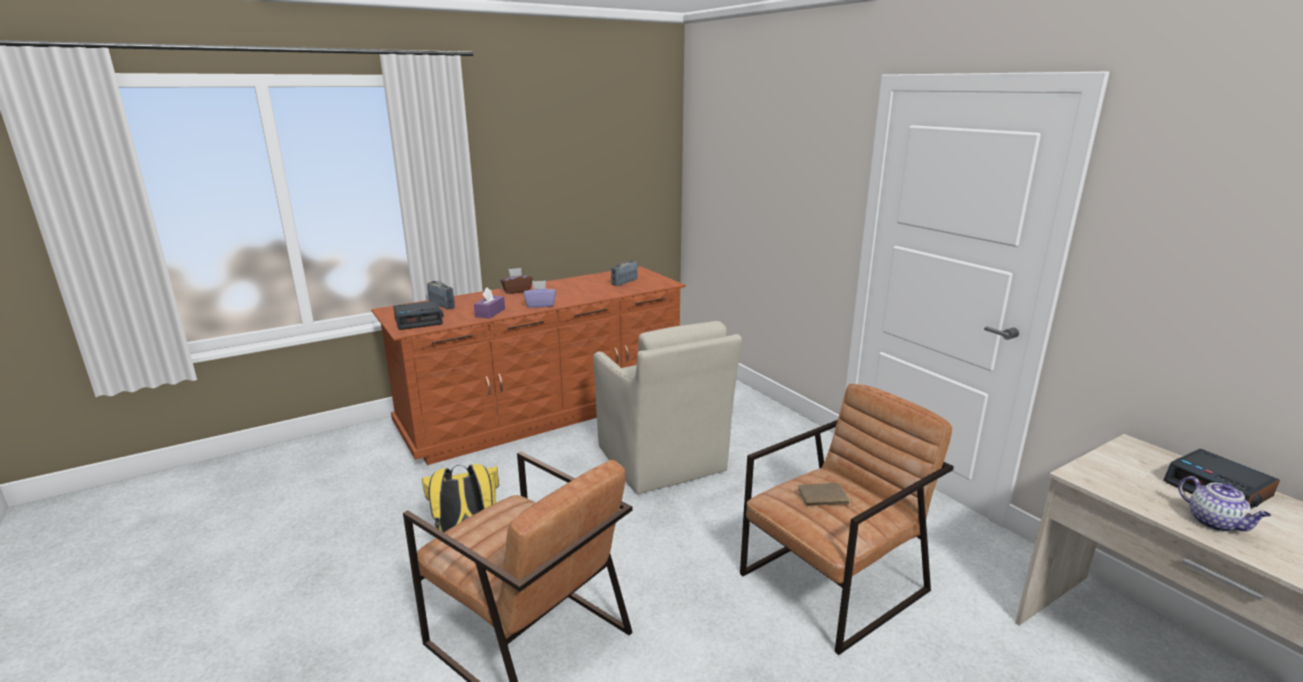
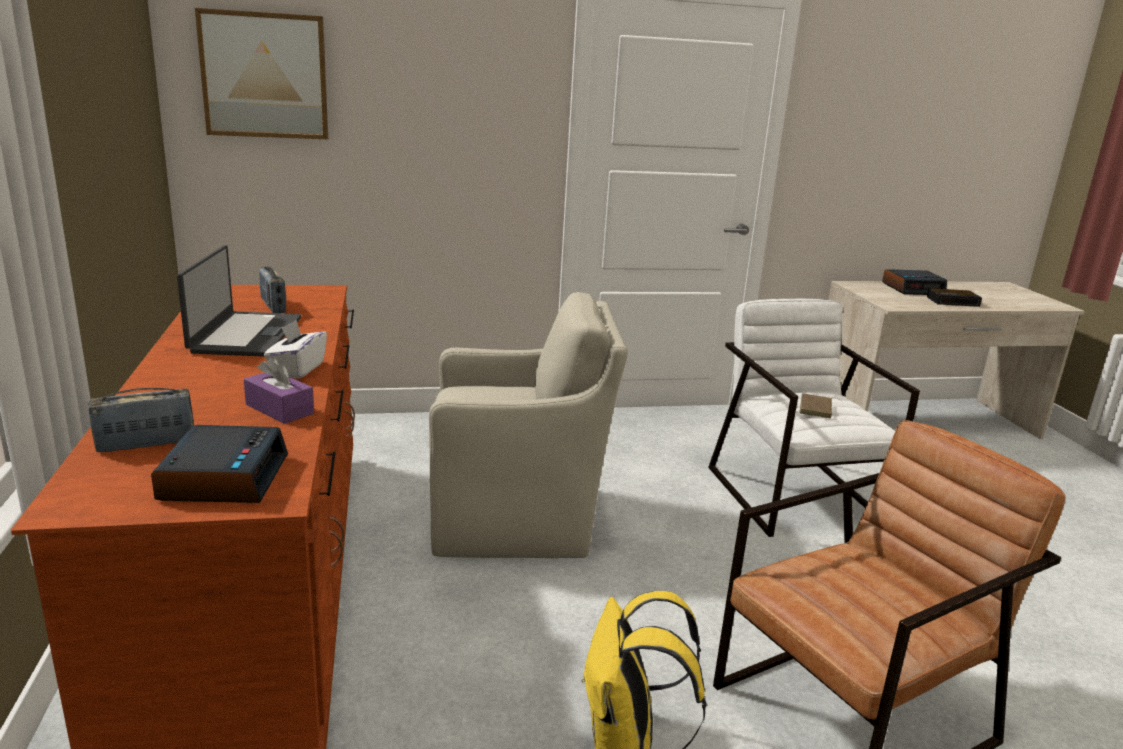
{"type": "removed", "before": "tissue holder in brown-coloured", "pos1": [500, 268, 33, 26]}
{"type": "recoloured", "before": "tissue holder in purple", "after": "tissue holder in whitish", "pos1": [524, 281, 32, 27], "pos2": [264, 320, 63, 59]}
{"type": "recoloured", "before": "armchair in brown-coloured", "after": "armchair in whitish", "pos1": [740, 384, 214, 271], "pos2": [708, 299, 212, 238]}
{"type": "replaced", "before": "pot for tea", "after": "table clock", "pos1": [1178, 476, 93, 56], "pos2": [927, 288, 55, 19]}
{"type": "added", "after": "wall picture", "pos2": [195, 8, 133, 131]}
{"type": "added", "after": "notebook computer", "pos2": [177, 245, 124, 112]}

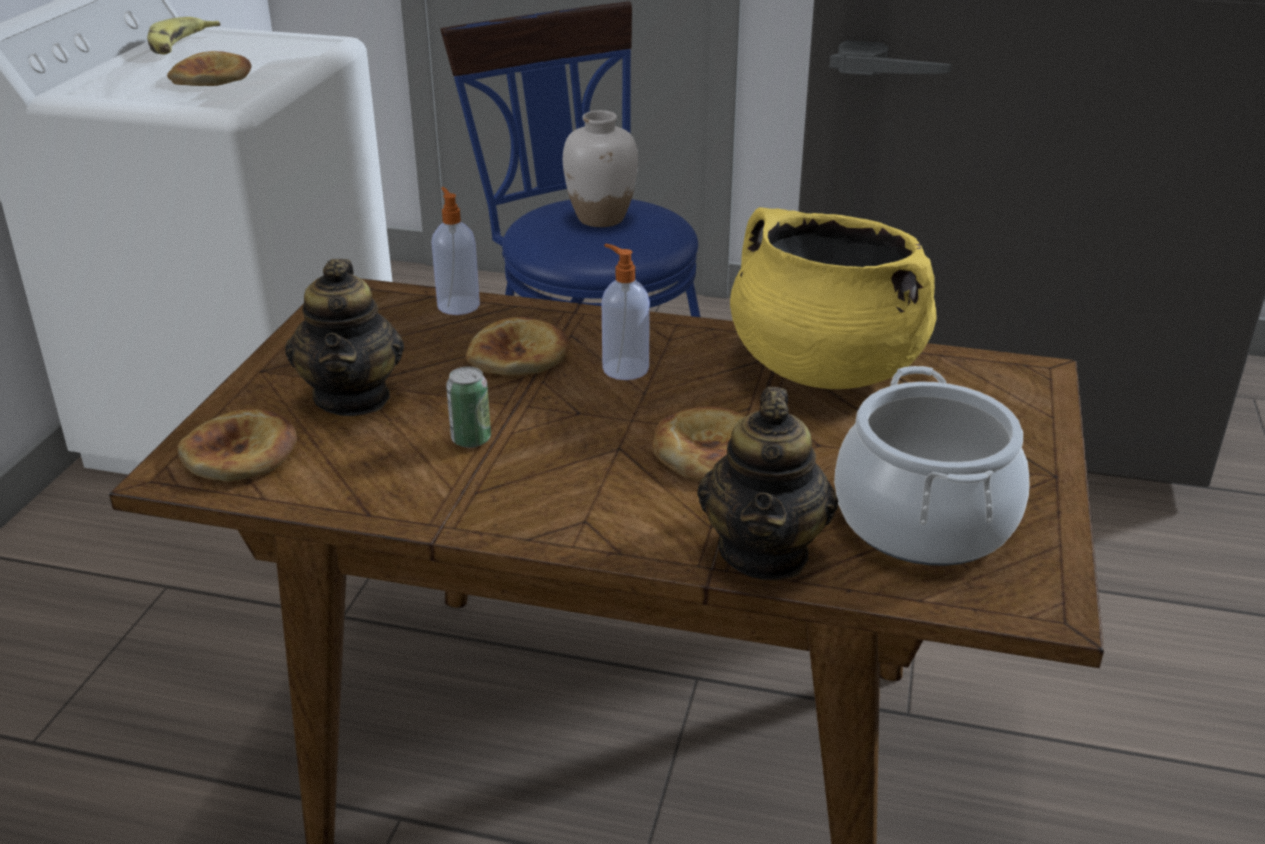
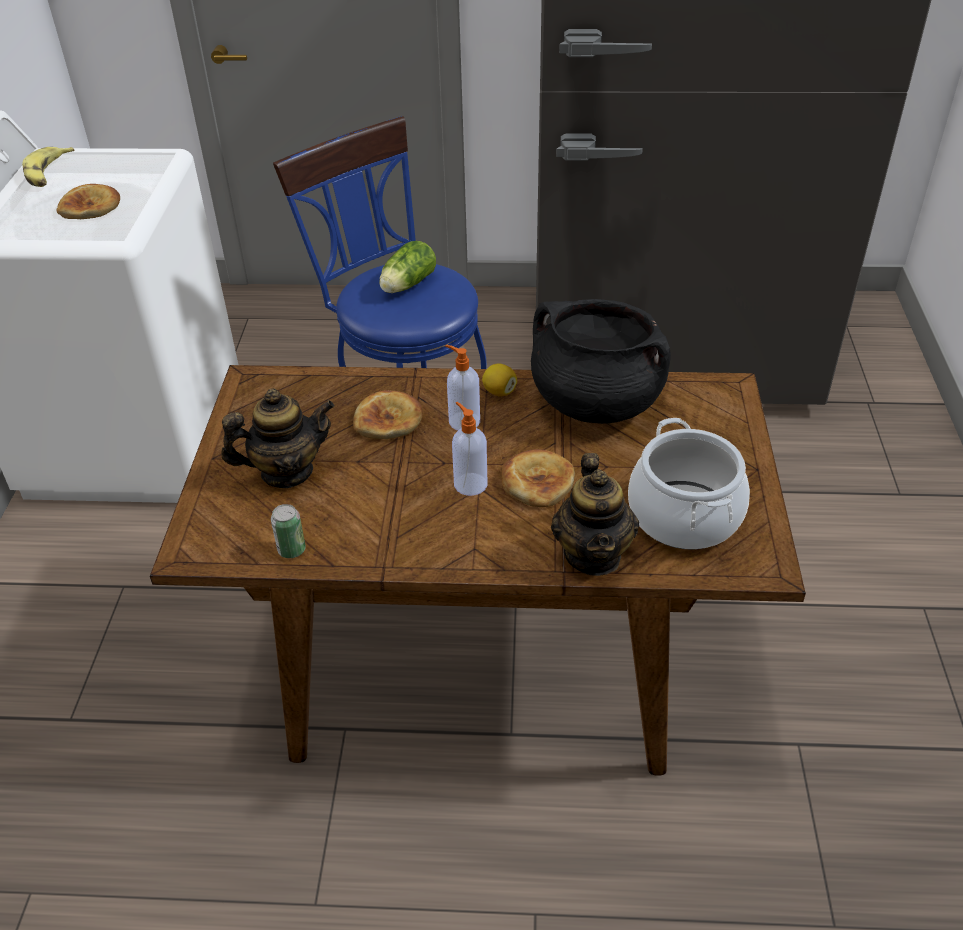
{"type": "replaced", "before": "vase in whitish", "after": "head of lettuce", "pos1": [563, 110, 75, 117], "pos2": [379, 241, 57, 52]}
{"type": "moved", "before": "soap bottle", "pos1": [431, 187, 49, 128], "pos2": [452, 402, 36, 94]}
{"type": "recoloured", "before": "stockpot in yellow-coloured", "after": "stockpot in black-coloured", "pos1": [730, 207, 207, 182], "pos2": [531, 299, 140, 125]}
{"type": "turned", "before": "pot for tea", "pos1": [285, 259, 119, 157], "pos2": [221, 388, 113, 100], "turn": -90}
{"type": "moved", "before": "sealed can", "pos1": [446, 366, 45, 82], "pos2": [271, 504, 35, 54]}
{"type": "removed", "before": "baked bread", "pos1": [178, 409, 119, 73]}
{"type": "added", "after": "citrus fruit", "pos2": [482, 364, 35, 33]}

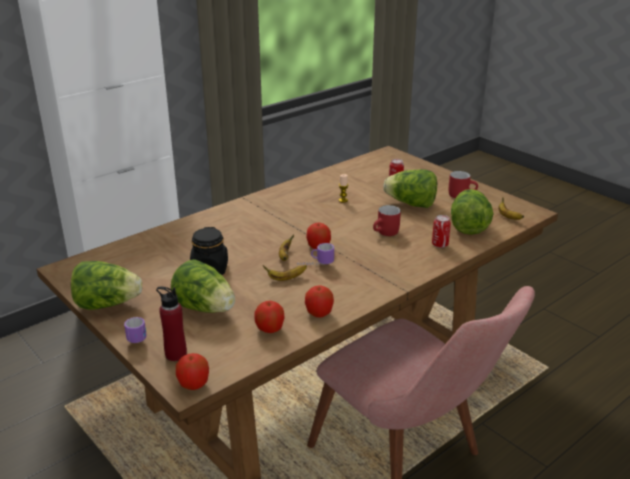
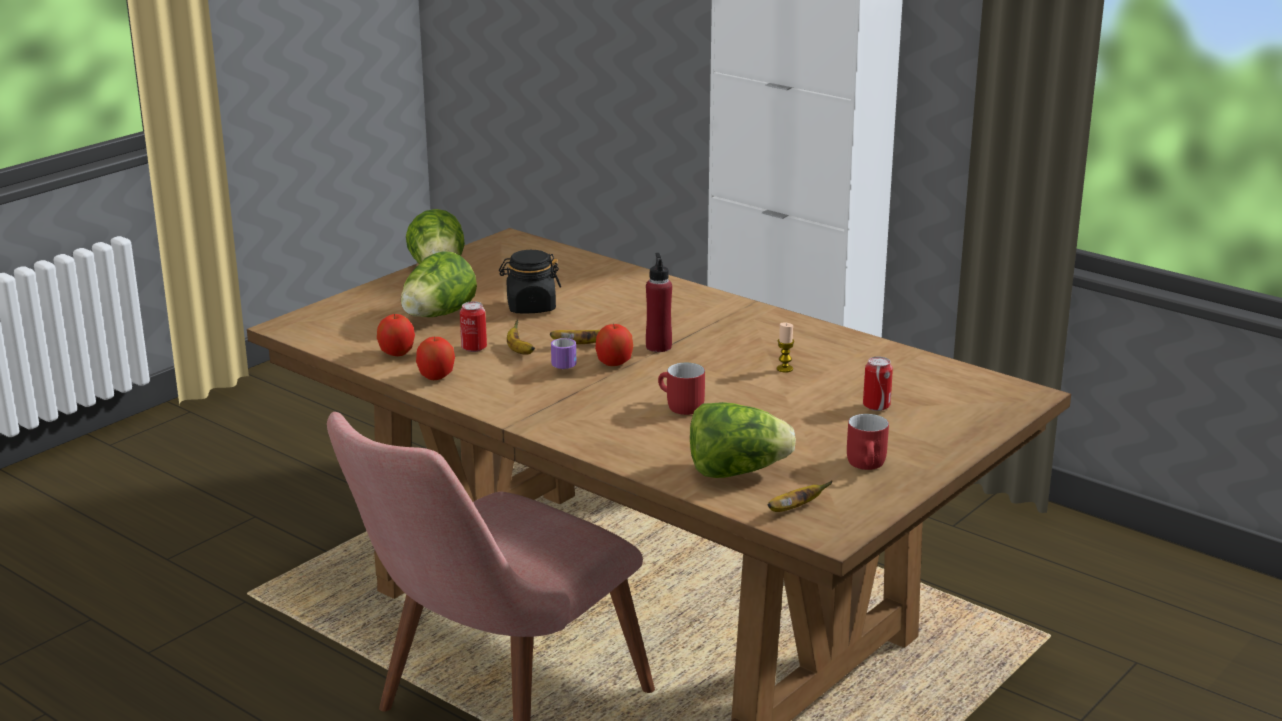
{"type": "removed", "before": "head of lettuce", "pos1": [383, 169, 54, 39]}
{"type": "moved", "before": "sealed can", "pos1": [432, 215, 19, 33], "pos2": [460, 301, 27, 51]}
{"type": "moved", "before": "beverage bottle in reddish", "pos1": [156, 287, 31, 74], "pos2": [646, 253, 26, 99]}
{"type": "removed", "before": "mug", "pos1": [124, 317, 23, 26]}
{"type": "removed", "before": "apple fruit", "pos1": [176, 353, 33, 37]}

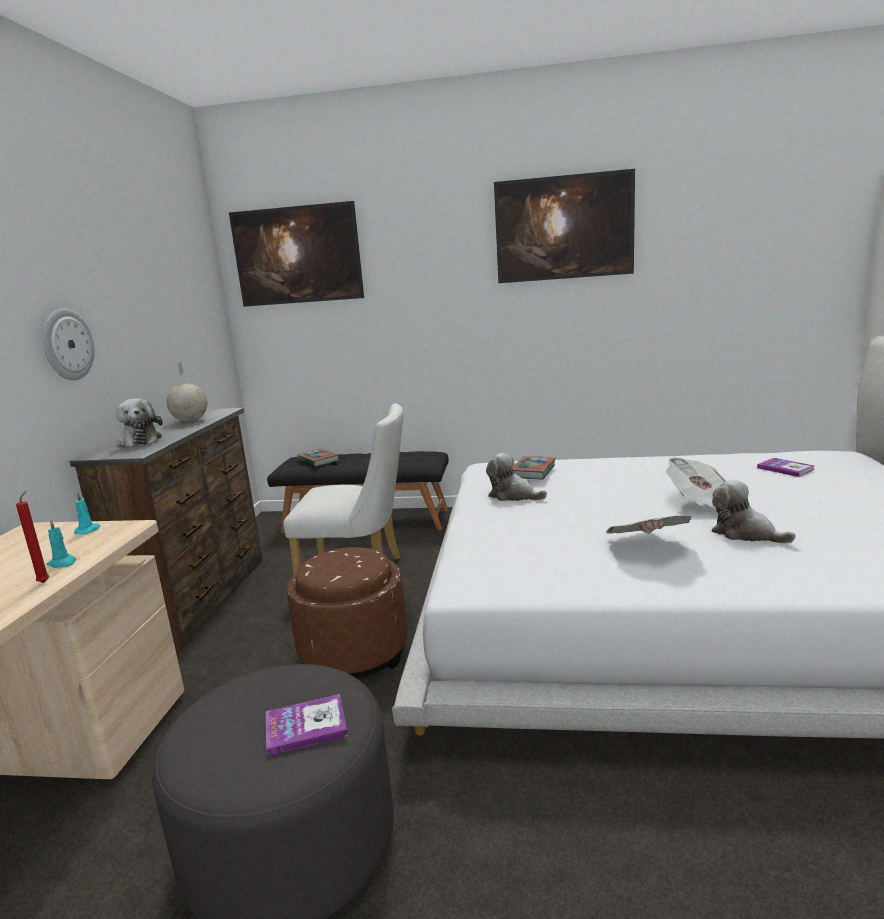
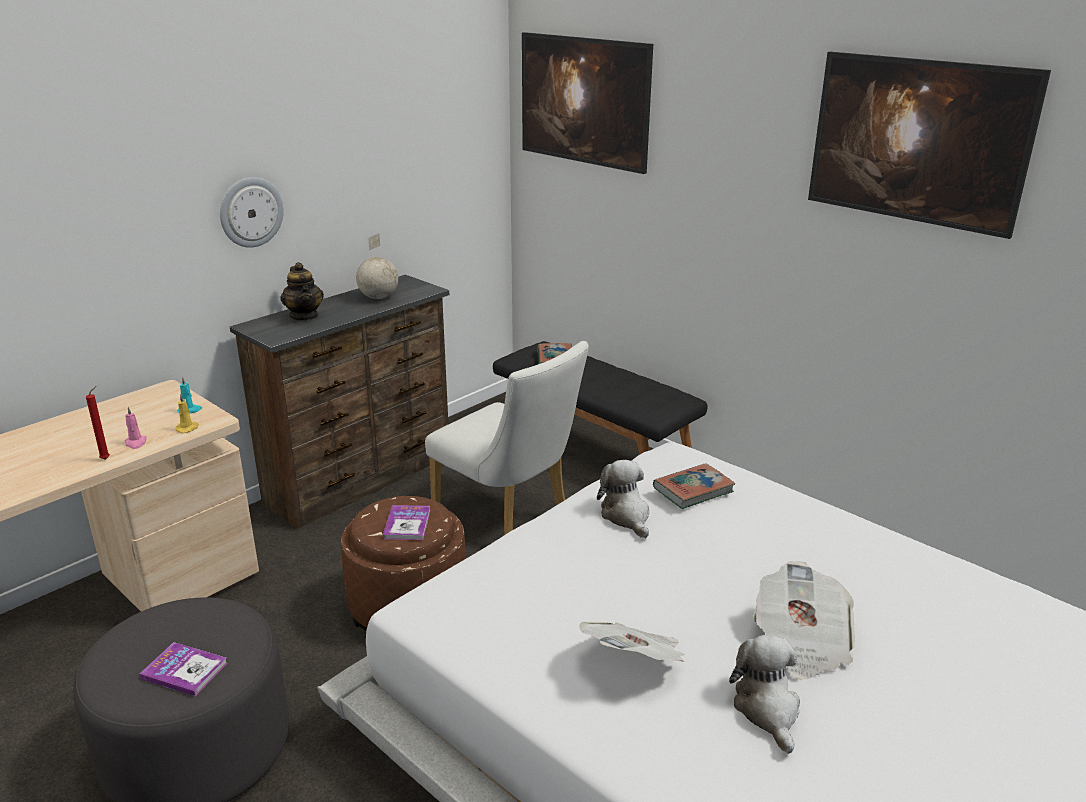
{"type": "replaced", "before": "soft toy", "after": "pot for tea", "pos1": [115, 399, 47, 48], "pos2": [280, 262, 44, 59]}
{"type": "moved", "before": "bound book", "pos1": [757, 458, 58, 19], "pos2": [383, 505, 48, 35]}
{"type": "recoloured", "before": "wax light in turquoise-coloured", "after": "wax light in pinkish", "pos1": [46, 520, 30, 48], "pos2": [125, 407, 22, 42]}
{"type": "added", "after": "wax light in yellow-coloured", "pos2": [175, 394, 24, 39]}

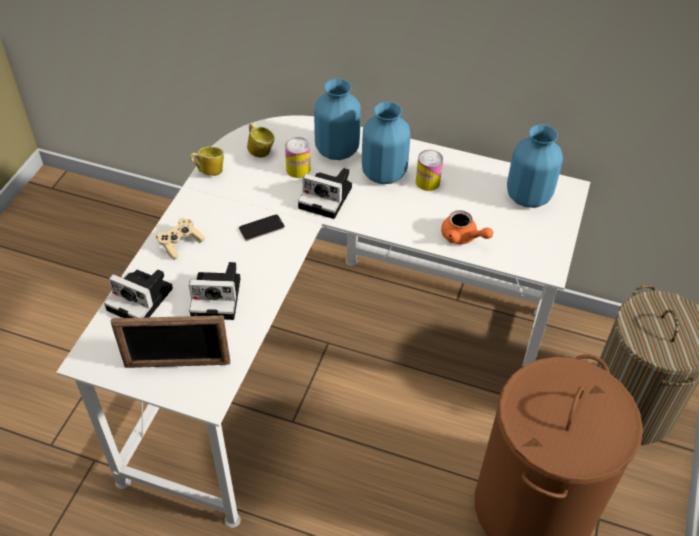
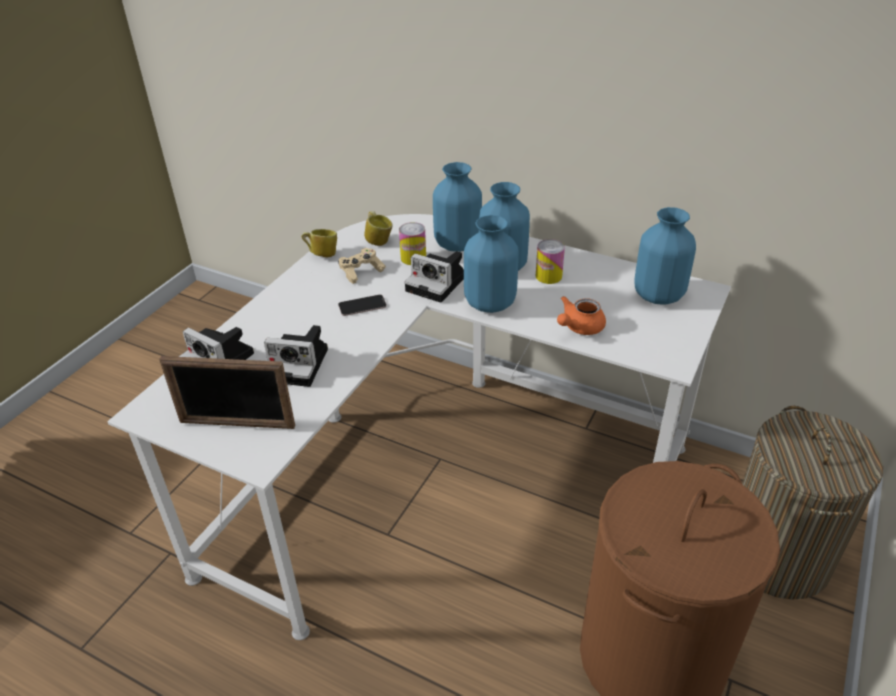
{"type": "turned", "before": "pot for tea in orange-coloured", "pos1": [441, 210, 52, 34], "pos2": [557, 296, 49, 39], "turn": 90}
{"type": "moved", "before": "gamepad in beige-coloured", "pos1": [156, 218, 49, 42], "pos2": [338, 248, 48, 36]}
{"type": "added", "after": "vase in blue", "pos2": [464, 215, 55, 98]}

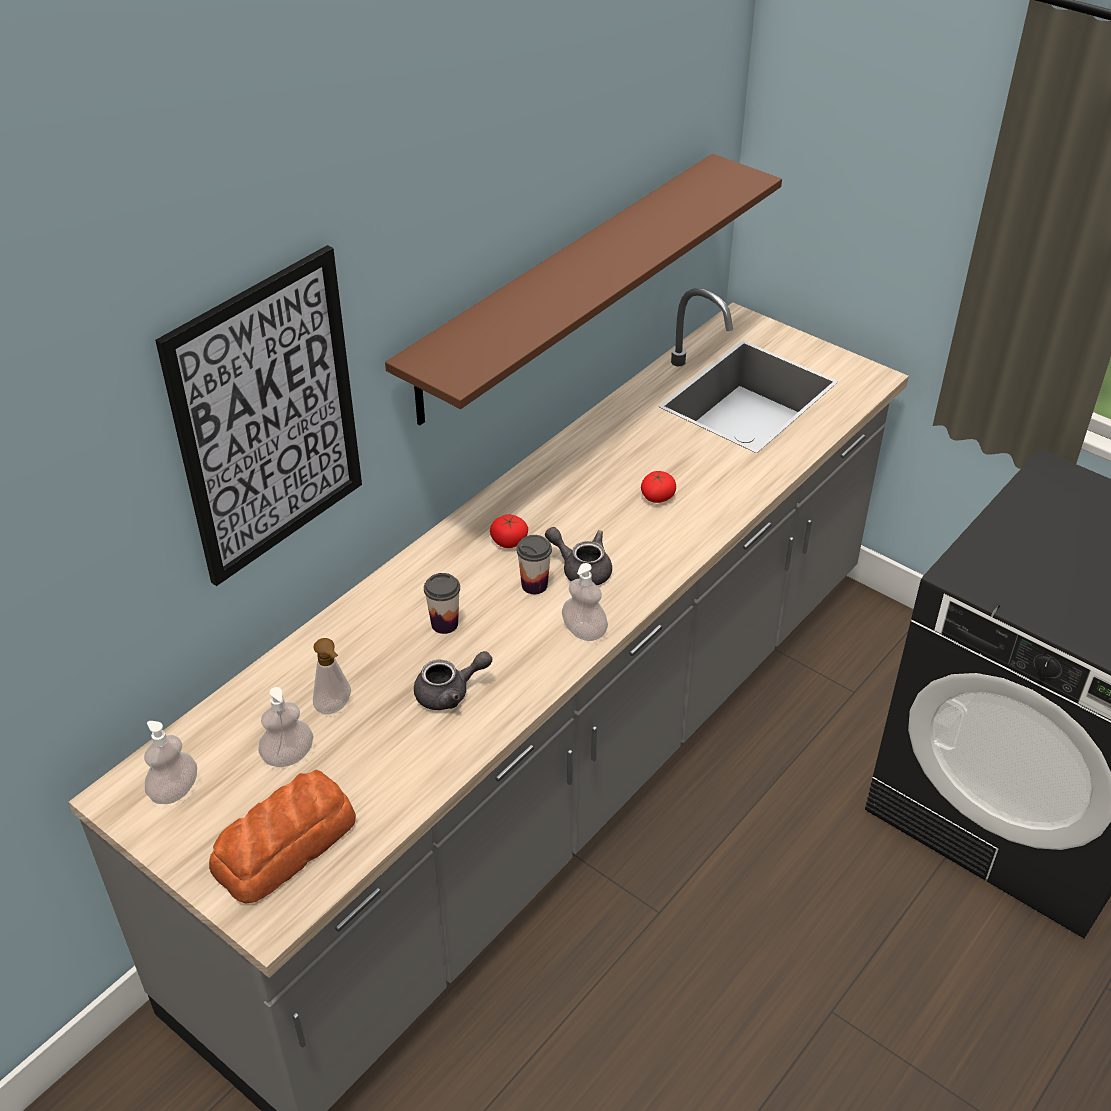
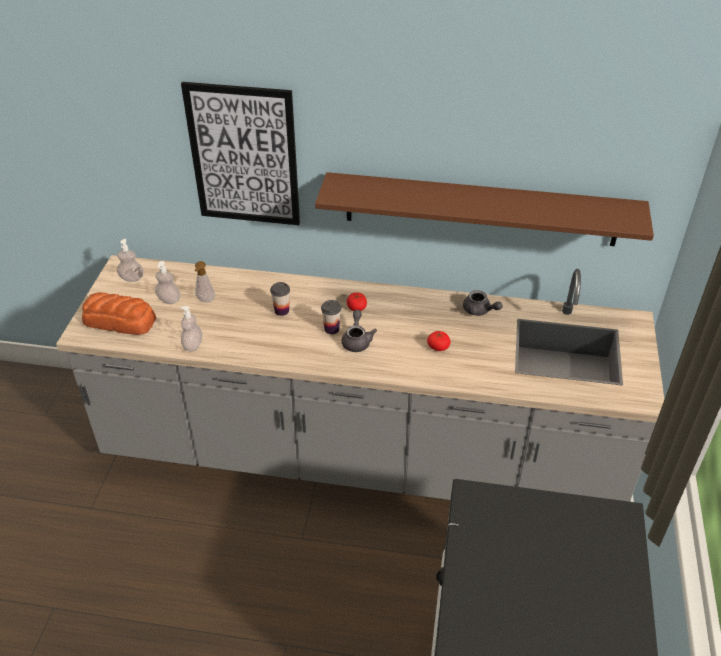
{"type": "moved", "before": "soap bottle", "pos1": [562, 563, 46, 78], "pos2": [180, 306, 22, 45]}
{"type": "moved", "before": "pot for tea in gray", "pos1": [414, 651, 78, 59], "pos2": [463, 290, 40, 26]}

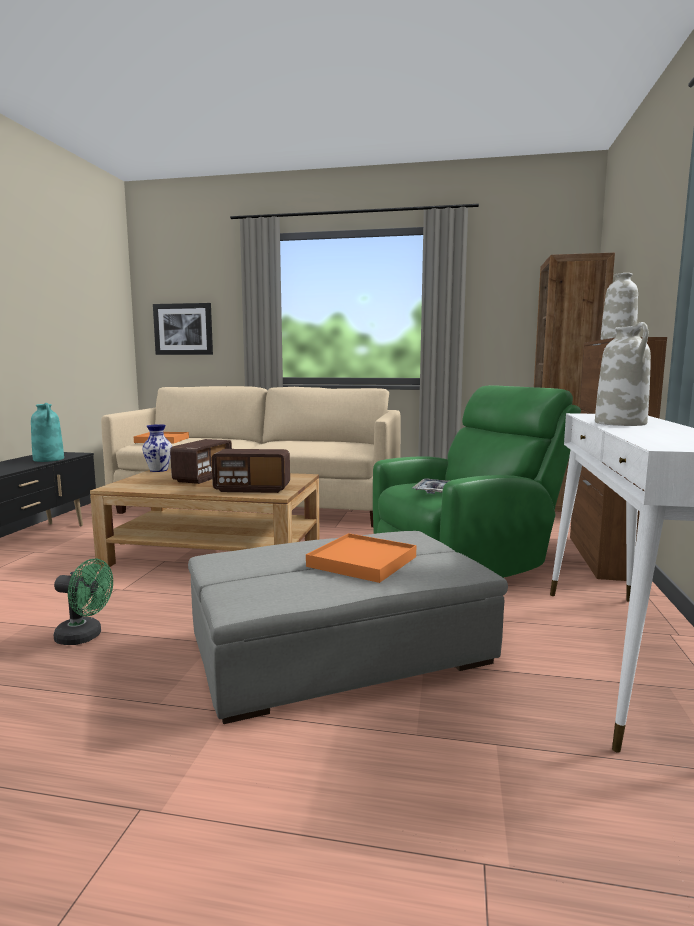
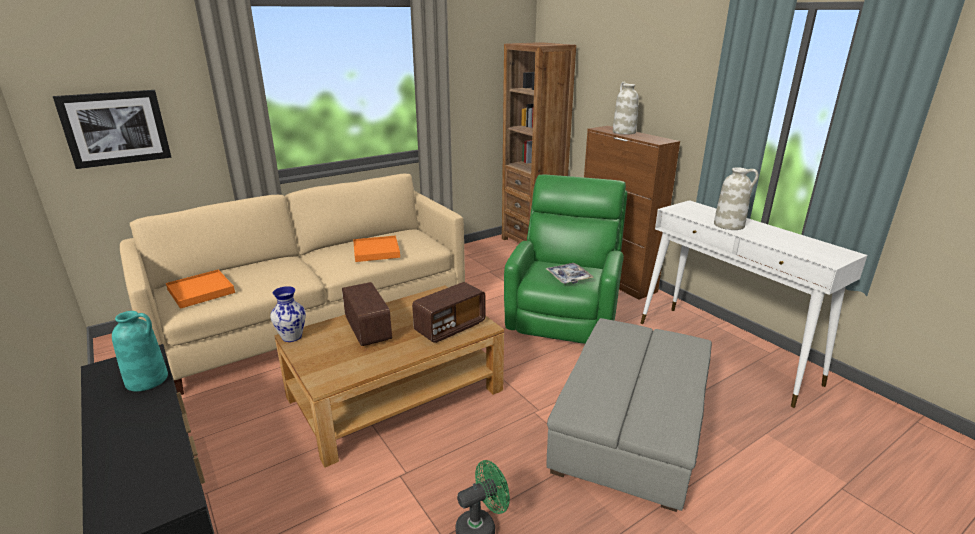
{"type": "moved", "before": "serving tray in orange-coloured", "pos1": [306, 533, 110, 50], "pos2": [353, 236, 47, 26]}

